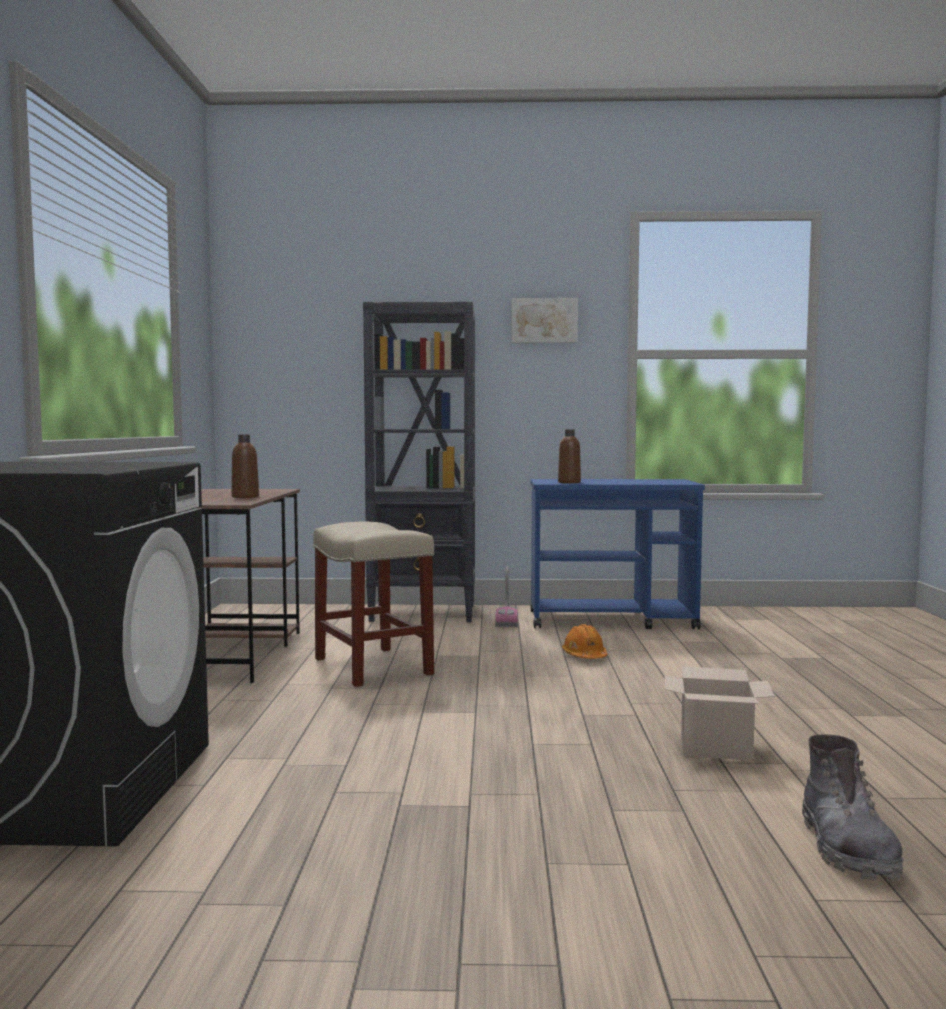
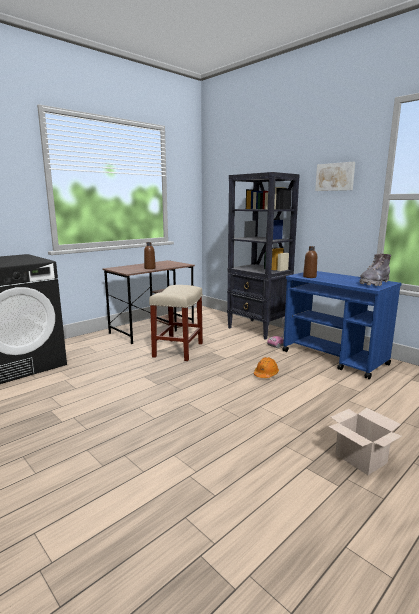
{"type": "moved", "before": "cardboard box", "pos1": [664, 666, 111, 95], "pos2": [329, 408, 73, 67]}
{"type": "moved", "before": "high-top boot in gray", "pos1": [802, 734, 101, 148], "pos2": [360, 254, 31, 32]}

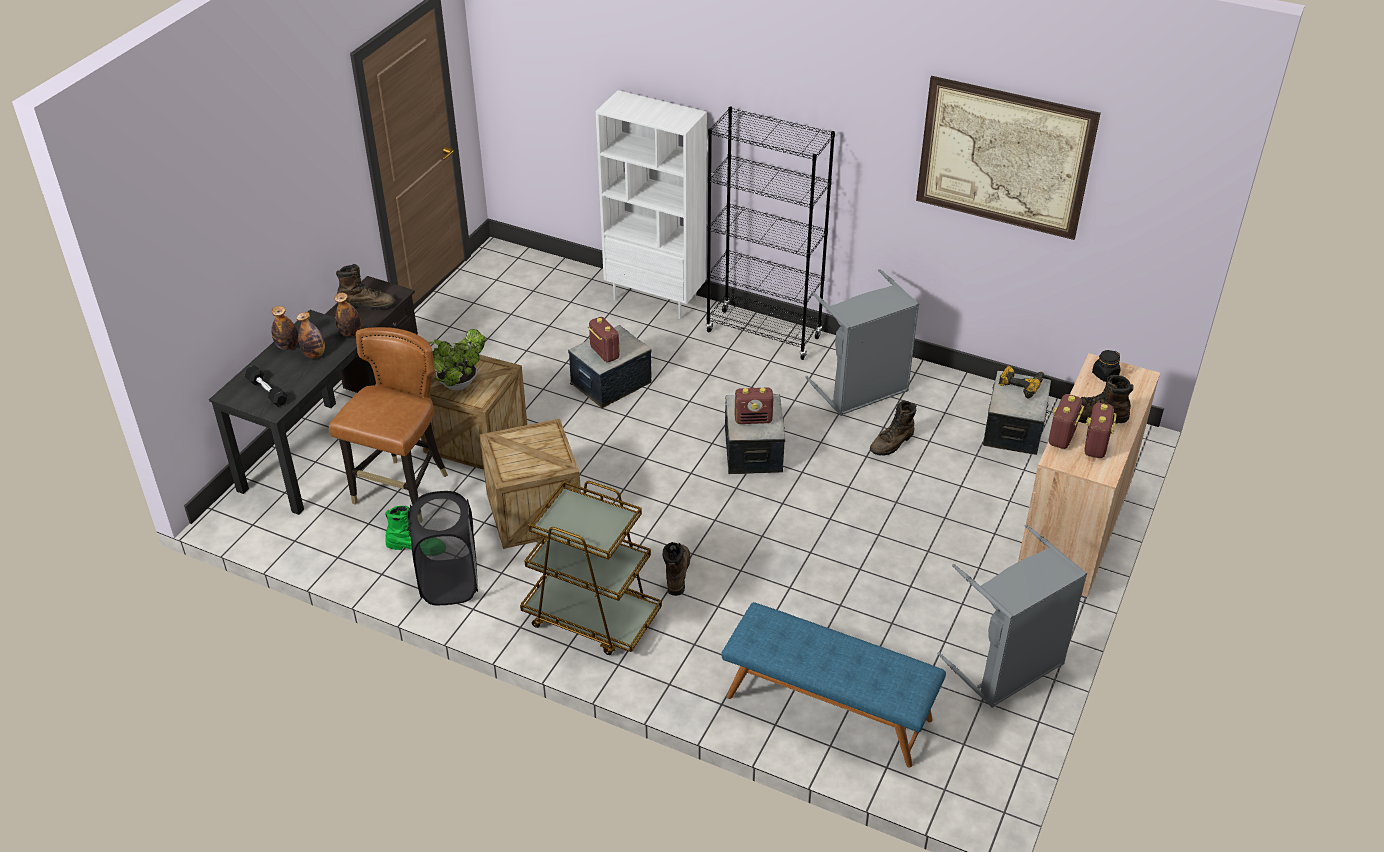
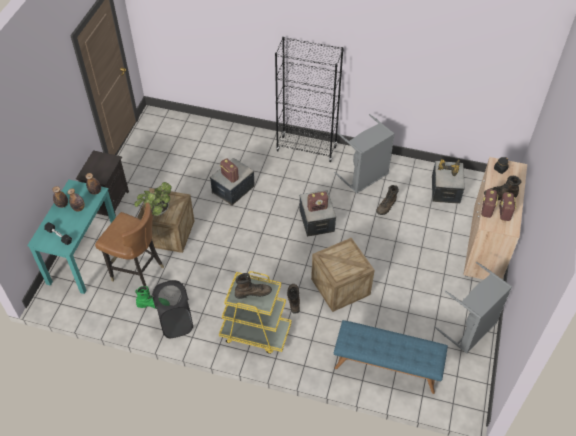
{"type": "removed", "before": "wall picture", "pos1": [916, 76, 185, 164]}
{"type": "removed", "before": "bookshelf in whitish", "pos1": [596, 90, 111, 229]}
{"type": "moved", "before": "high-top boot in brown-coloured", "pos1": [336, 264, 59, 45], "pos2": [235, 273, 37, 26]}
{"type": "recoloured", "before": "desk unit in black-coloured", "after": "desk unit in turquoise-coloured", "pos1": [209, 310, 167, 205], "pos2": [27, 180, 89, 114]}
{"type": "turned", "before": "chair in brown-coloured", "pos1": [329, 327, 119, 178], "pos2": [95, 203, 69, 83], "turn": 105}
{"type": "moved", "before": "shipping crate", "pos1": [479, 419, 102, 130], "pos2": [311, 238, 63, 74]}
{"type": "recoloured", "before": "wheeled cart in brown-coloured", "after": "wheeled cart in yellow-coloured", "pos1": [520, 481, 142, 174], "pos2": [219, 271, 73, 83]}

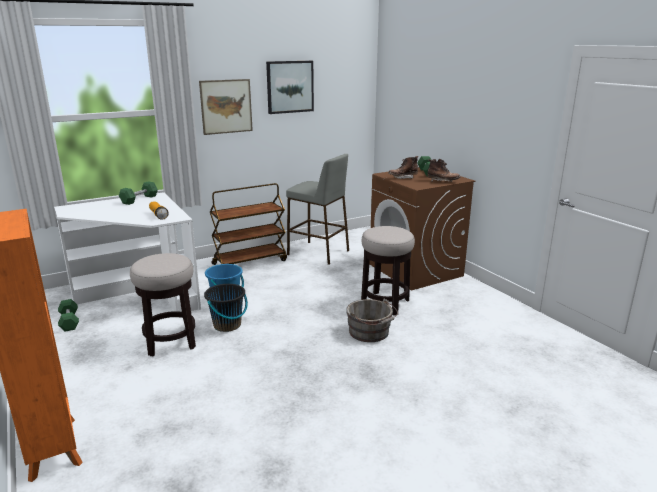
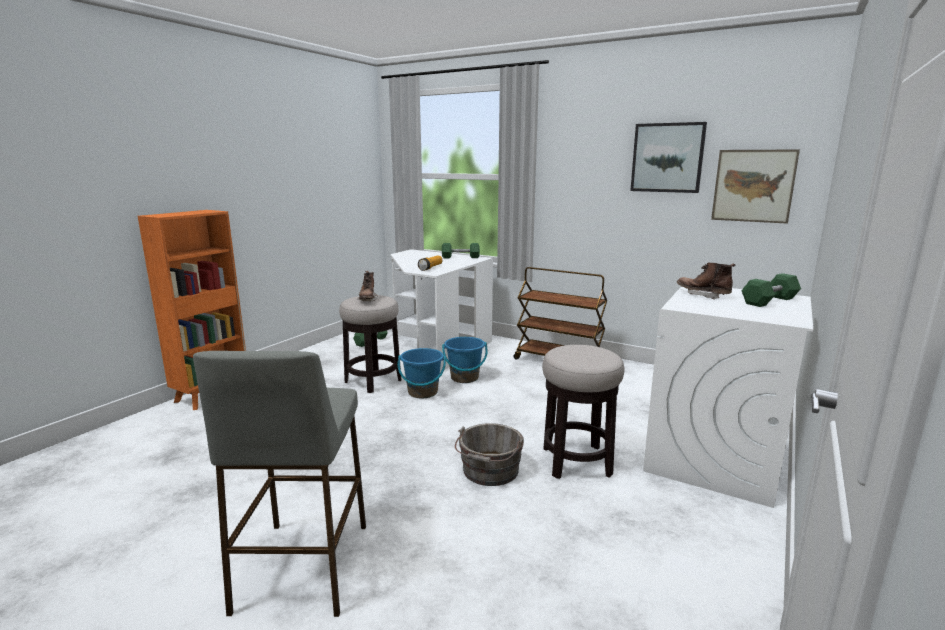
{"type": "moved", "before": "wall picture", "pos1": [199, 79, 54, 56], "pos2": [711, 149, 89, 75]}
{"type": "moved", "before": "stool seat in gray", "pos1": [286, 154, 63, 111], "pos2": [193, 351, 173, 266]}
{"type": "moved", "before": "high-top boot in brown-coloured", "pos1": [427, 159, 33, 23], "pos2": [357, 271, 21, 30]}
{"type": "recoloured", "before": "washing machine in brown-coloured", "after": "washing machine in whitish", "pos1": [370, 167, 105, 123], "pos2": [643, 286, 170, 222]}
{"type": "recoloured", "before": "pail in black-coloured", "after": "pail in blue", "pos1": [204, 284, 44, 48], "pos2": [398, 348, 48, 50]}

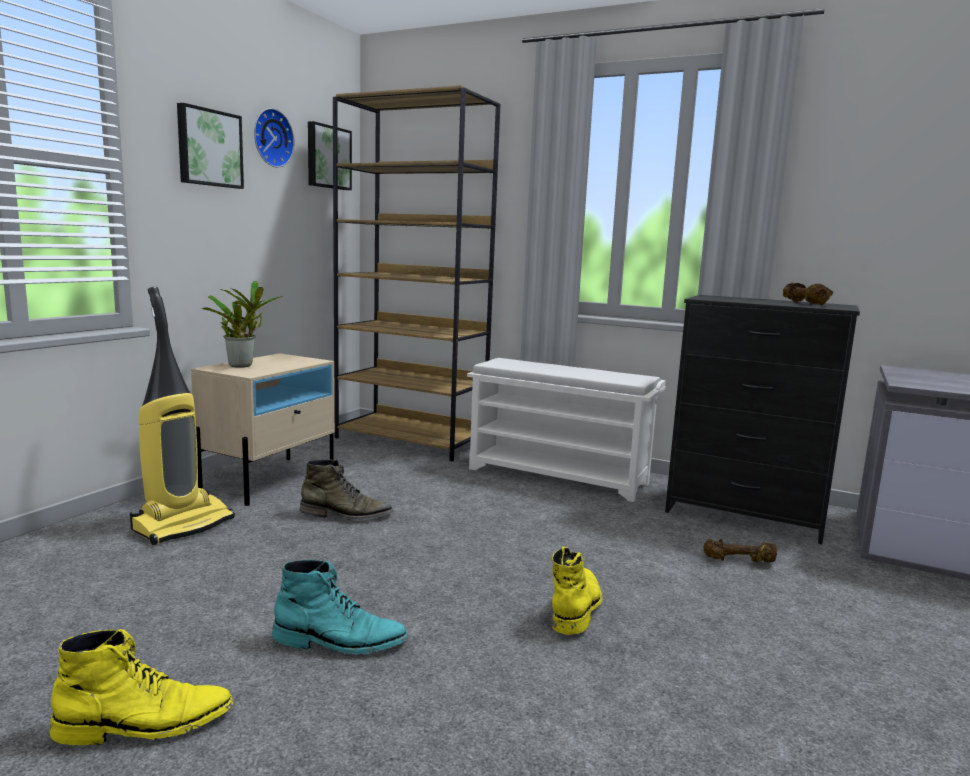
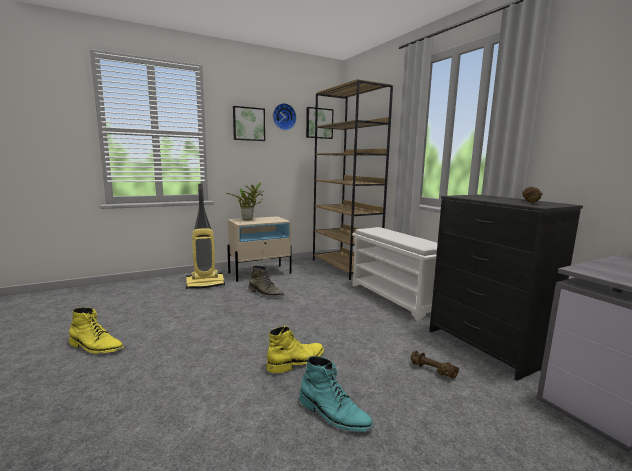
{"type": "moved", "before": "high-top boot in turquoise-coloured", "pos1": [272, 559, 136, 95], "pos2": [299, 356, 75, 76]}

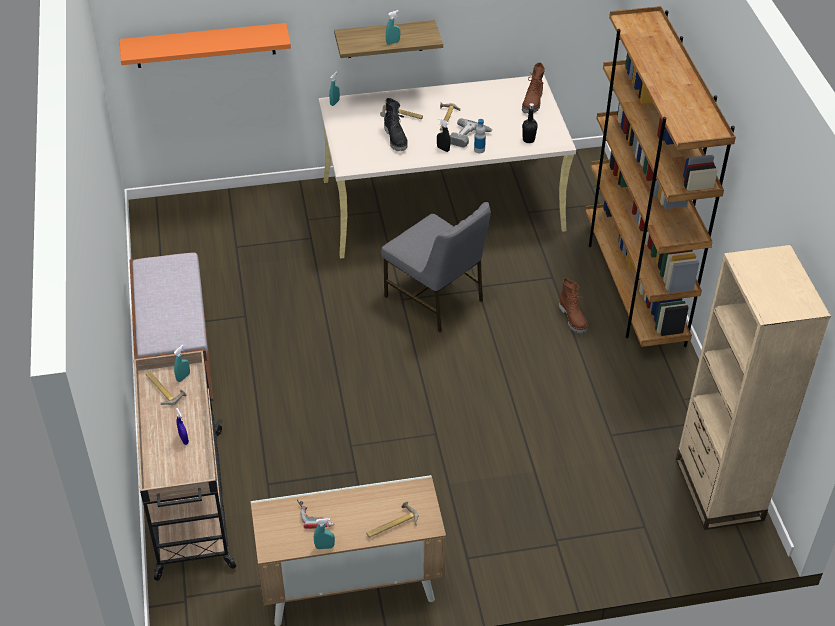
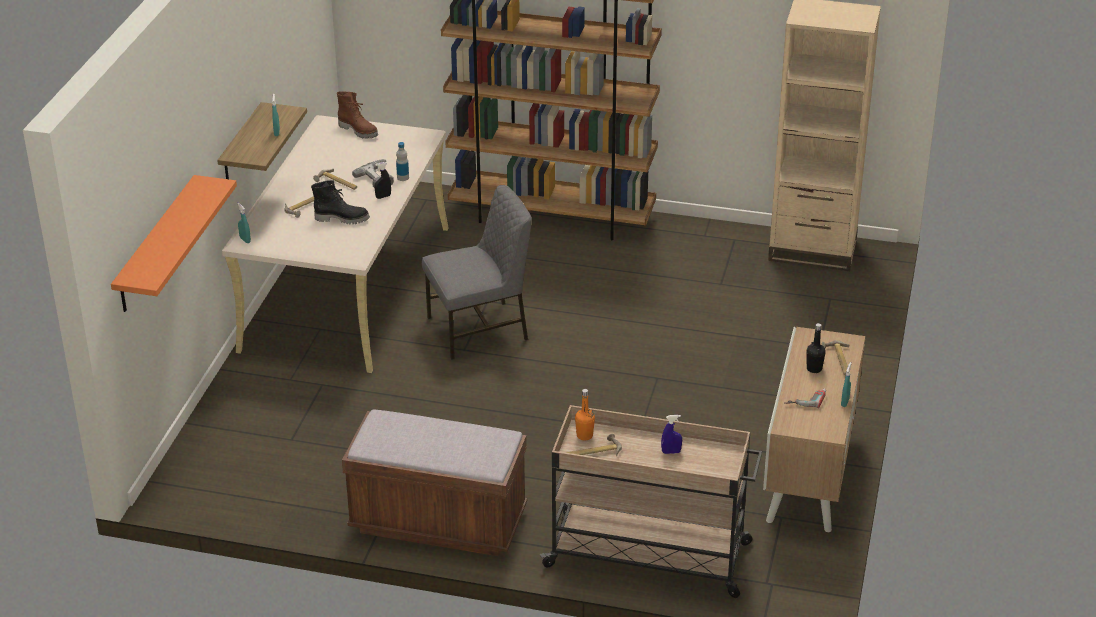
{"type": "moved", "before": "beverage bottle in black-coloured", "pos1": [522, 103, 16, 40], "pos2": [806, 323, 20, 50]}
{"type": "removed", "before": "high-top boot in brown-coloured", "pos1": [559, 278, 28, 56]}
{"type": "replaced", "before": "spray bottle in turquoise-coloured", "after": "beverage bottle in orange-coloured", "pos1": [174, 345, 16, 37], "pos2": [575, 389, 20, 51]}

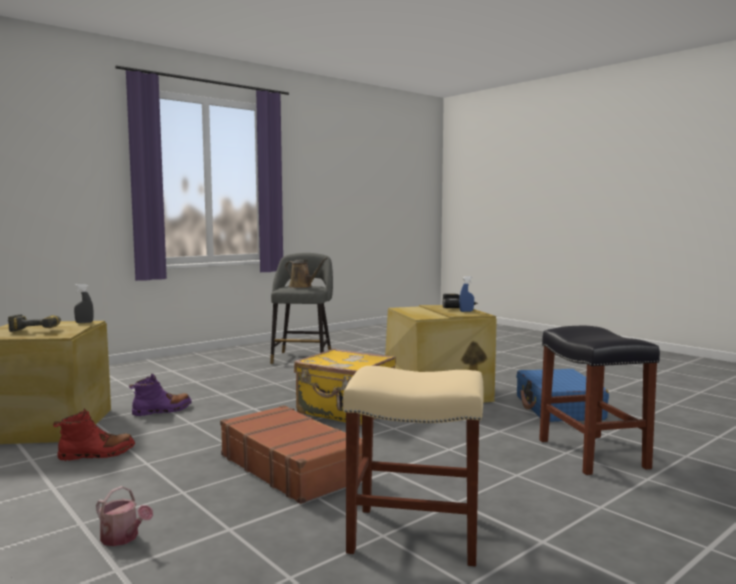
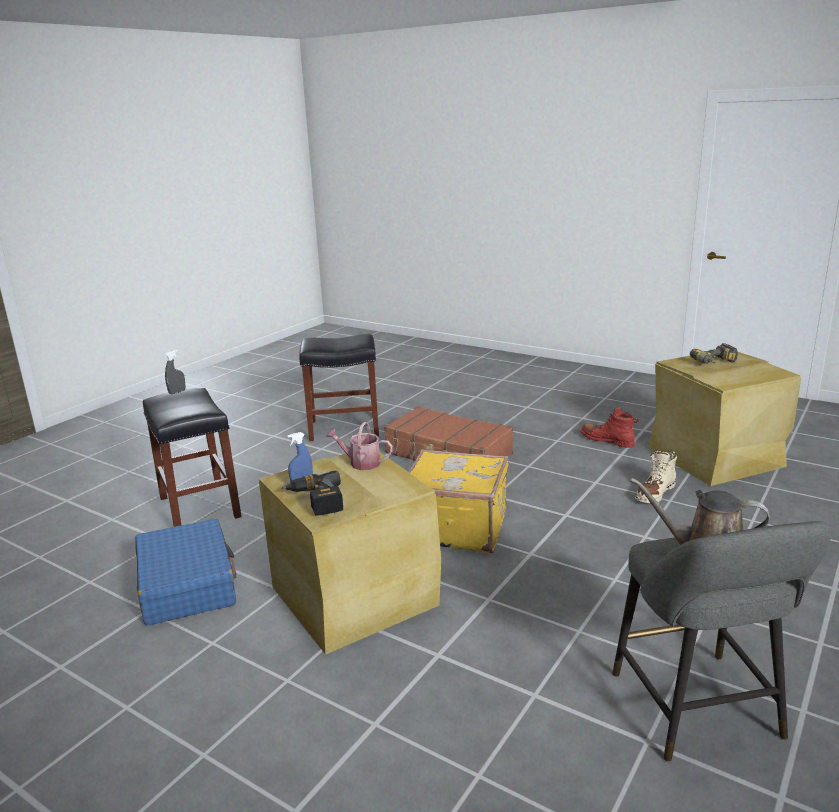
{"type": "moved", "before": "spray bottle in gray", "pos1": [74, 284, 20, 39], "pos2": [165, 350, 21, 44]}
{"type": "recoloured", "before": "stool seat in beige-coloured", "after": "stool seat in black-coloured", "pos1": [343, 366, 140, 200], "pos2": [300, 334, 79, 107]}
{"type": "recoloured", "before": "high-top boot in purple", "after": "high-top boot in beige-coloured", "pos1": [129, 374, 63, 42], "pos2": [635, 451, 42, 52]}
{"type": "turned", "before": "high-top boot in reddish", "pos1": [53, 409, 82, 52], "pos2": [580, 407, 59, 41], "turn": 75}
{"type": "moved", "before": "watering pot", "pos1": [96, 486, 57, 60], "pos2": [326, 422, 67, 48]}

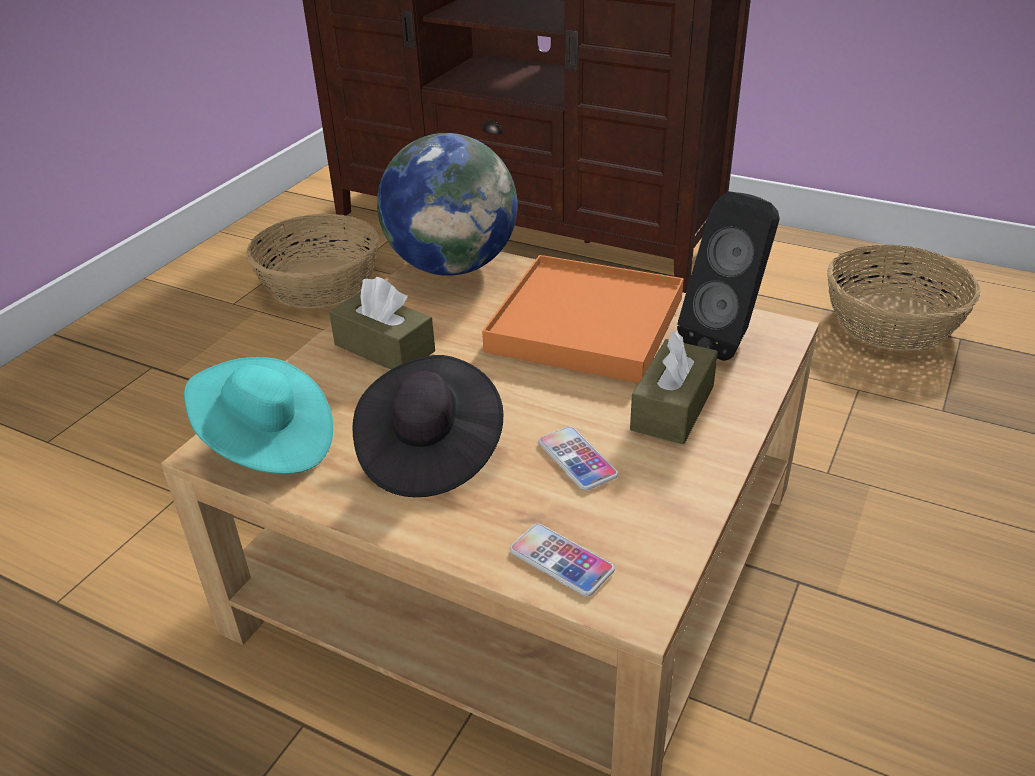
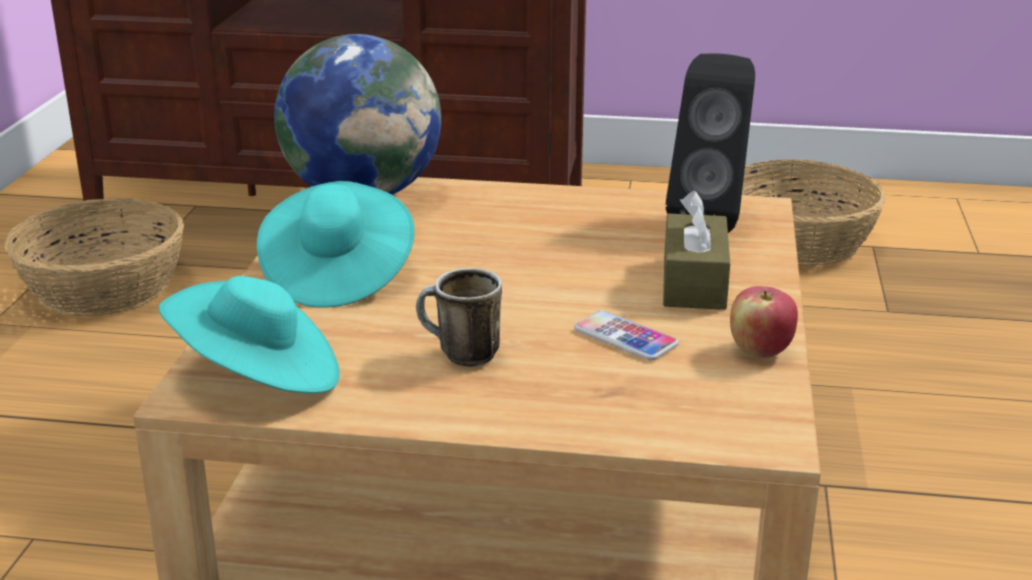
{"type": "removed", "before": "serving tray in orange-coloured", "pos1": [482, 255, 202, 128]}
{"type": "replaced", "before": "tissue holder in brown-coloured", "after": "clothing hat in turquoise-coloured", "pos1": [329, 277, 106, 93], "pos2": [257, 181, 157, 127]}
{"type": "replaced", "before": "clothing hat in black-coloured", "after": "mug", "pos1": [352, 355, 151, 142], "pos2": [416, 268, 86, 99]}
{"type": "removed", "before": "phone", "pos1": [510, 524, 105, 72]}
{"type": "added", "after": "apple fruit", "pos2": [730, 286, 68, 72]}

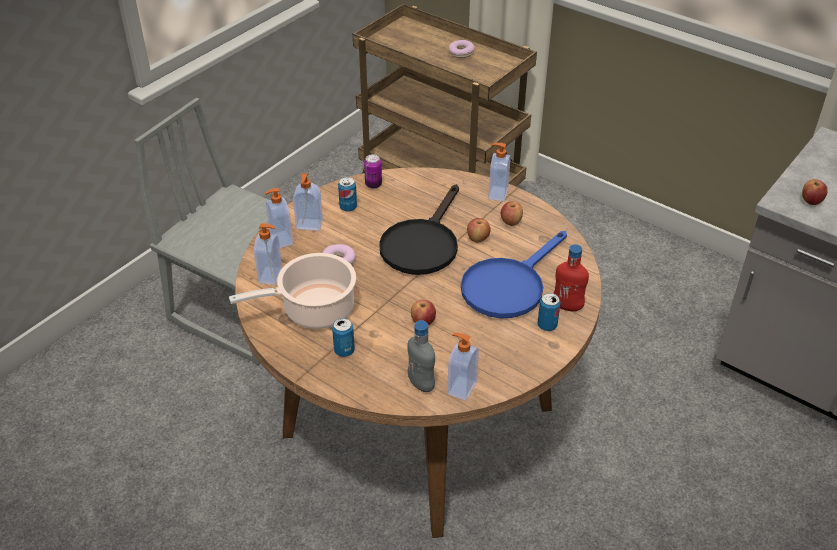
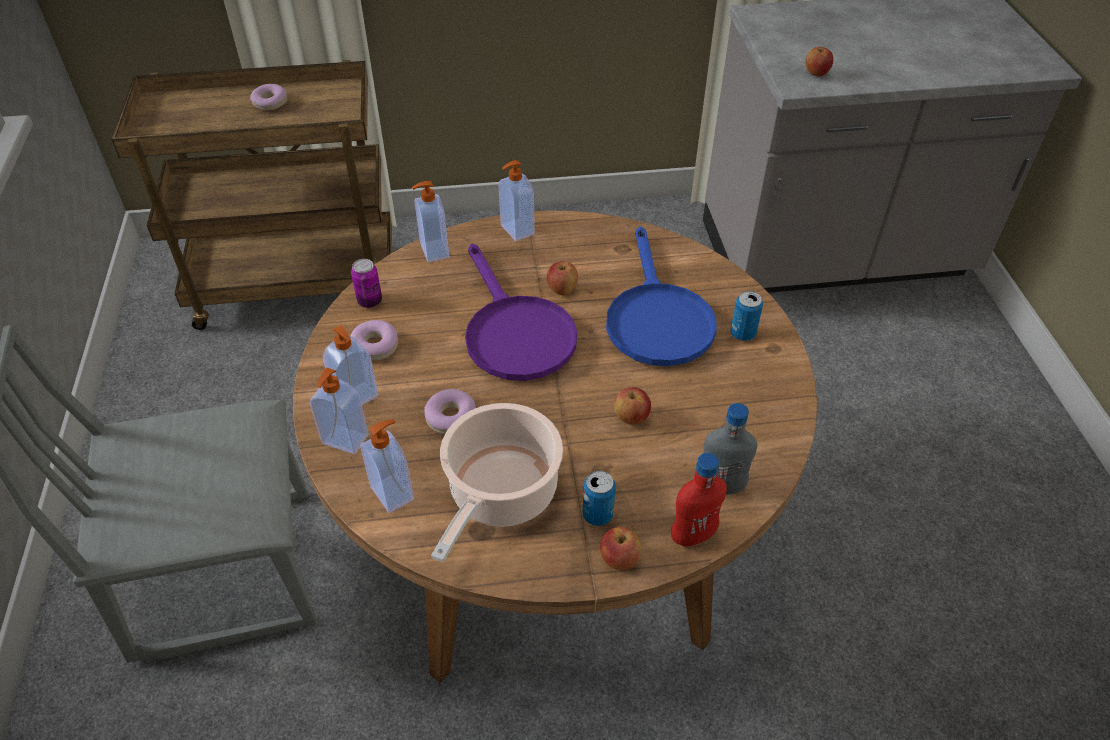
{"type": "replaced", "before": "sealed can", "after": "donut", "pos1": [338, 177, 19, 35], "pos2": [351, 320, 47, 41]}
{"type": "recoloured", "before": "frying pan in black-coloured", "after": "frying pan in purple", "pos1": [379, 184, 80, 91], "pos2": [465, 244, 112, 137]}
{"type": "moved", "before": "apple fruit", "pos1": [501, 202, 22, 24], "pos2": [600, 527, 41, 43]}
{"type": "moved", "before": "beverage bottle in reddish", "pos1": [553, 244, 36, 68], "pos2": [671, 453, 56, 93]}
{"type": "moved", "before": "soap bottle", "pos1": [447, 333, 32, 68], "pos2": [412, 181, 37, 81]}

